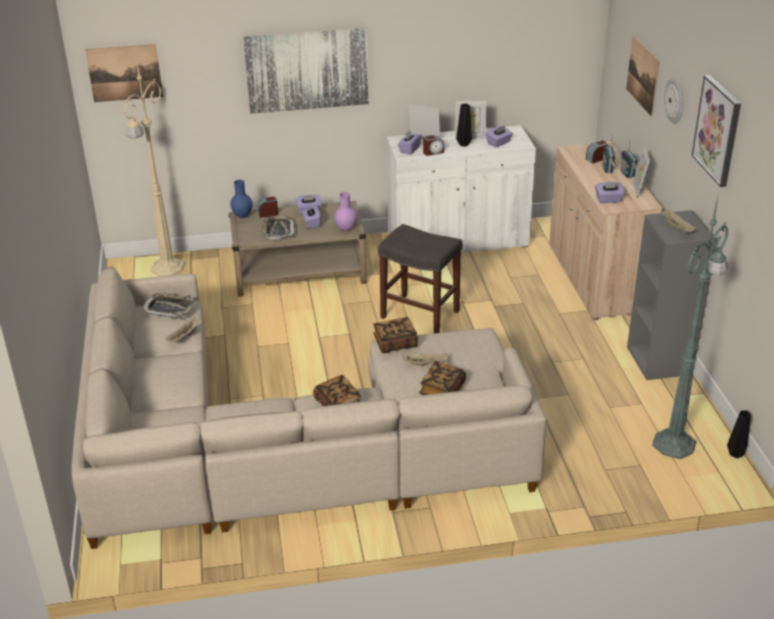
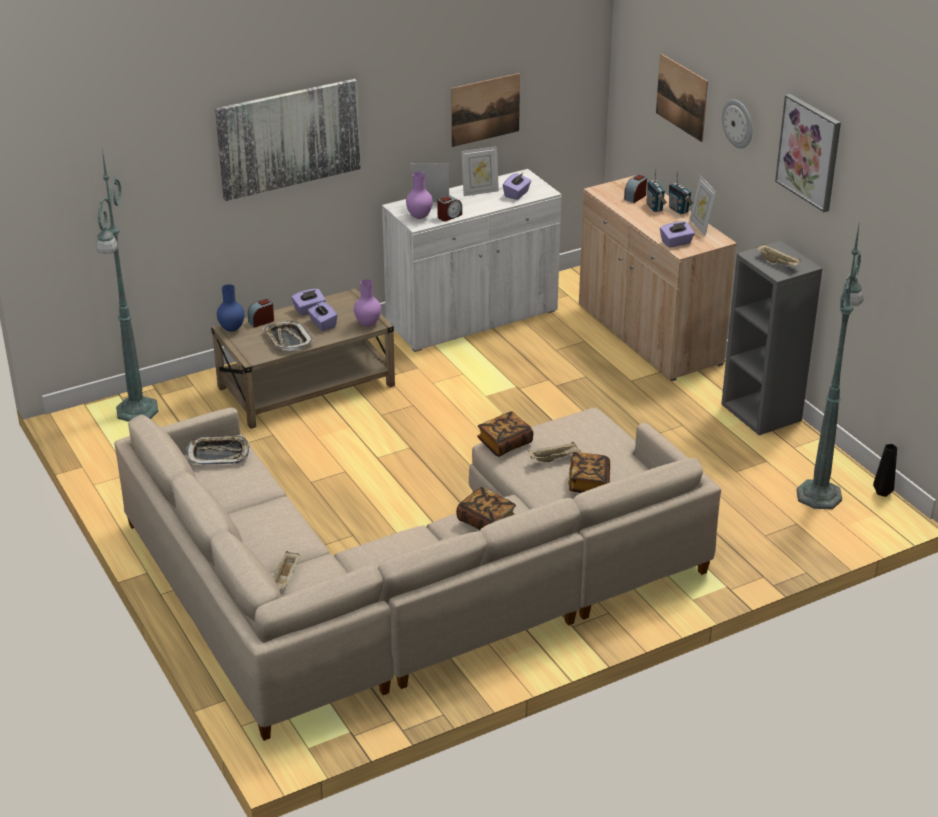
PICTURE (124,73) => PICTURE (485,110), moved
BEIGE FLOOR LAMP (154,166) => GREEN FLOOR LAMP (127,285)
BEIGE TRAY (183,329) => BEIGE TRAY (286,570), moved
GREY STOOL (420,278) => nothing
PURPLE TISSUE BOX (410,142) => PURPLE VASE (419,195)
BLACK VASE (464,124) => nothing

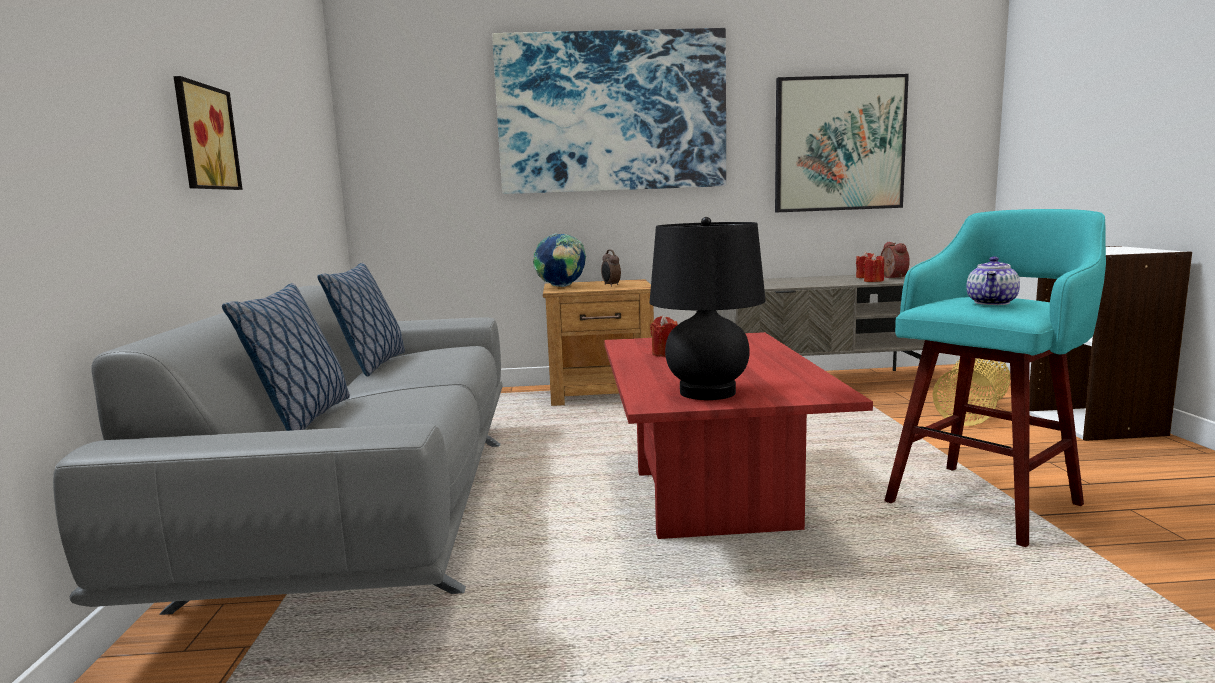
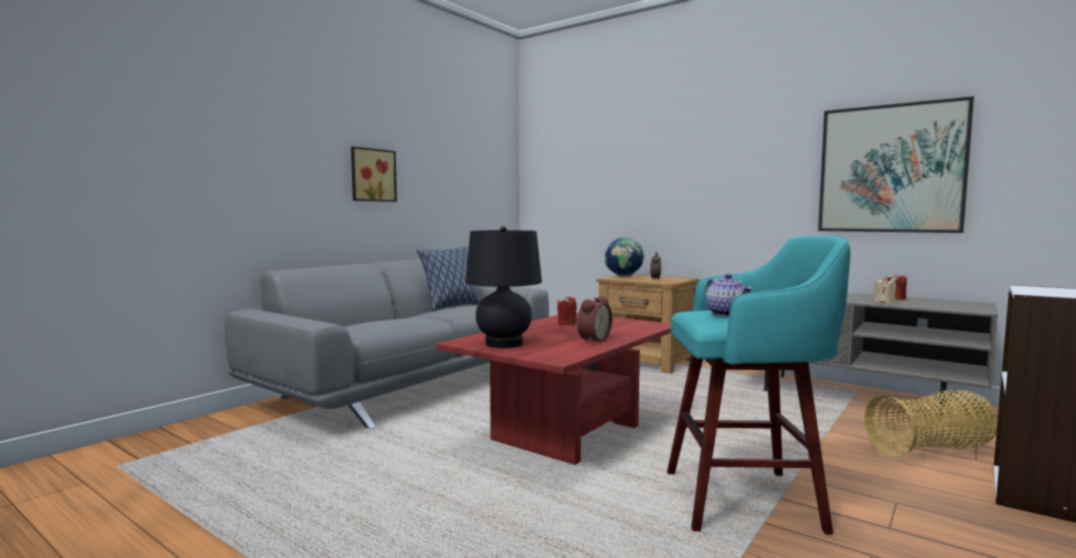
PILLOW (286,357) => nothing
PICTURE (609,111) => nothing
RED CANDLE (873,268) => BEIGE CANDLE (885,290)
ALARM CLOCK (895,260) => ALARM CLOCK (594,319), moved
TEAPOT (993,281) => TEAPOT (729,295), 90 degrees counterclockwise

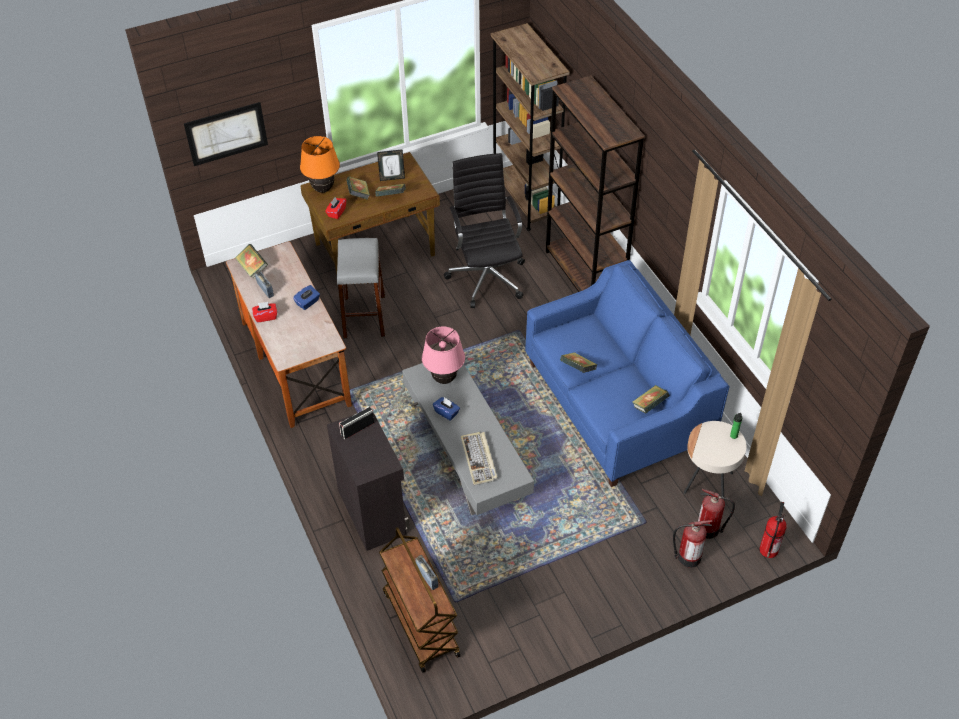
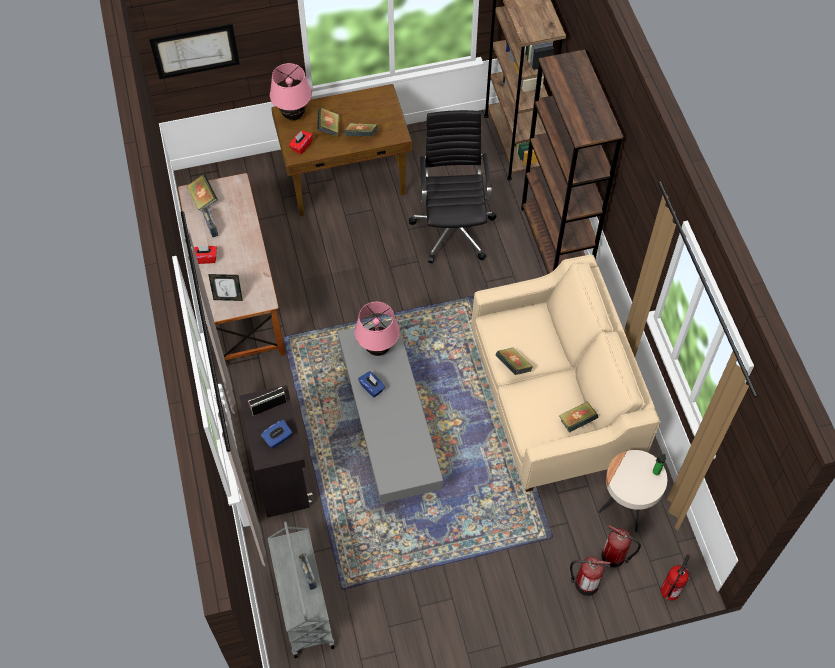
BLUE TISSUE BOX (306,297) => BLUE TISSUE BOX (276,434), moved
ORANGE TABLE LAMP (320,164) => PINK TABLE LAMP (291,92)
GREY STOOL (361,288) => nothing
PICTURE FRAME (391,165) => PICTURE FRAME (225,287), moved
BROWN CART (419,600) => GREY CART (301,589)
KEYBOARD (479,458) => nothing
BLUE SOFA (627,373) => BEIGE SOFA (566,373)

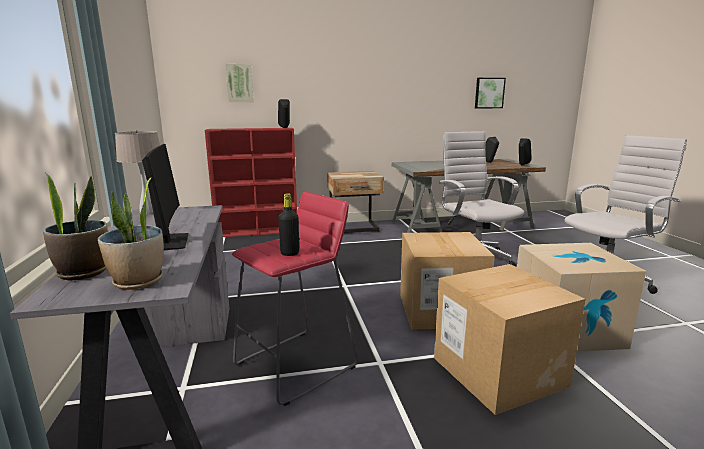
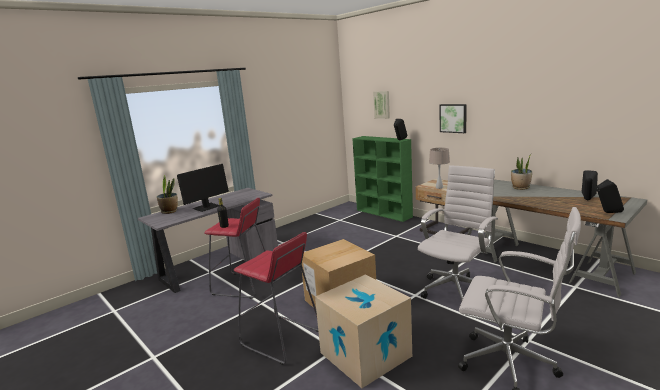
POTTED PLANT (130,233) => POTTED PLANT (521,171), moved
BEIGE TABLE LAMP (137,172) => BEIGE TABLE LAMP (439,168), moved
RED BOOKCASE (251,182) => GREEN BOOKCASE (382,179)
CARDBOARD BOX (510,339) => RED STOOL (276,298)
PICTURE (490,93) => PICTURE (453,118), moved

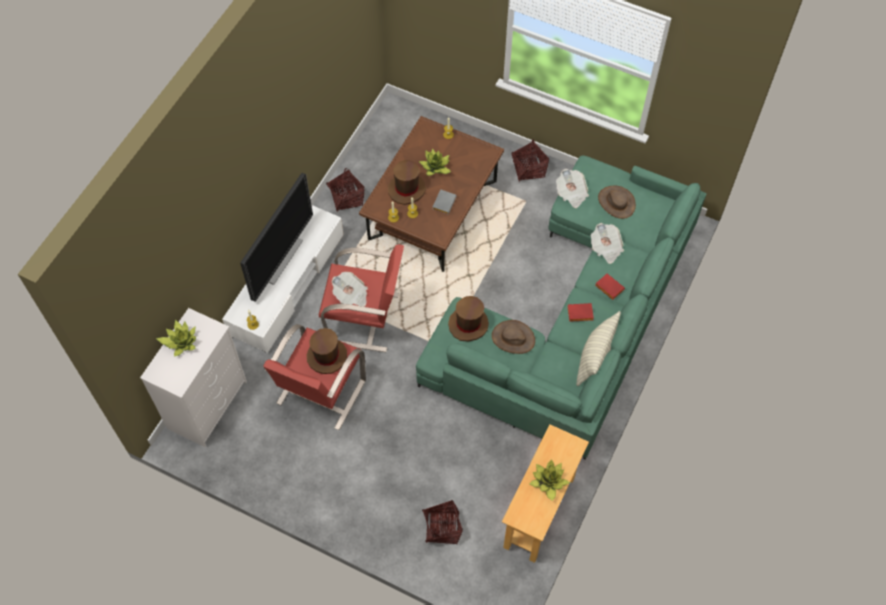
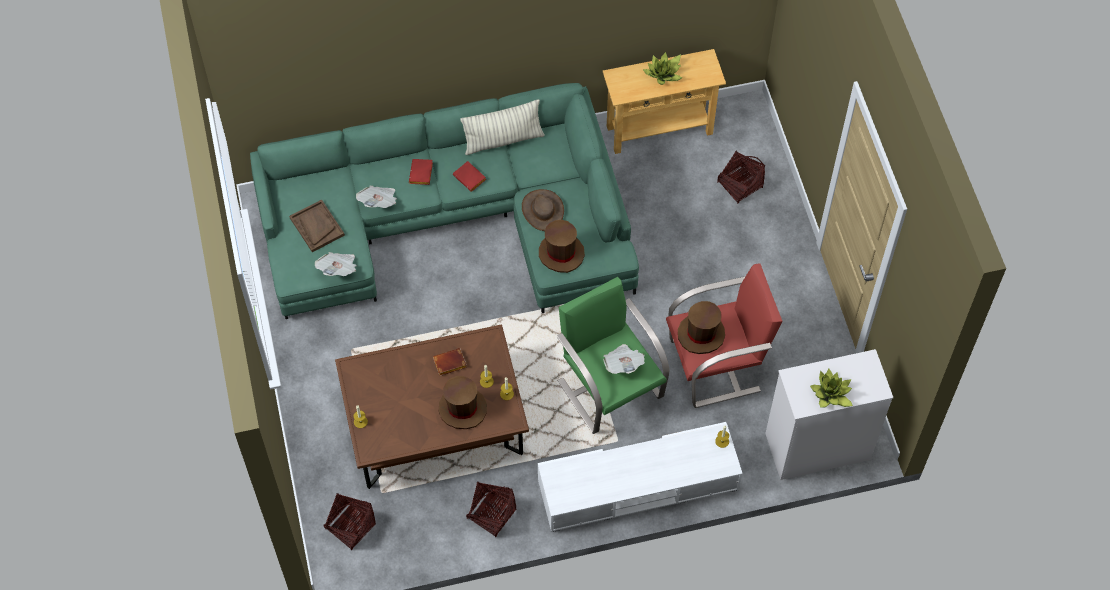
TELEVISION (276,237) => nothing
RED ARMCHAIR (361,298) => GREEN ARMCHAIR (613,355)
POTTED PLANT (435,162) => nothing
GREY BOOK (444,201) => BROWN BOOK (450,362)
BASKET (530,160) => BASKET (349,521), moved
BROWN HAT (617,202) => BROWN TRAY (317,226)

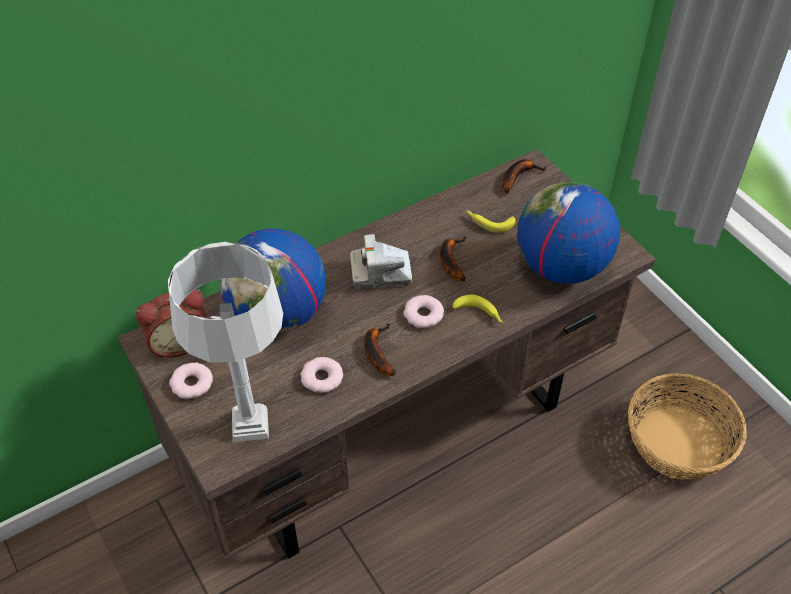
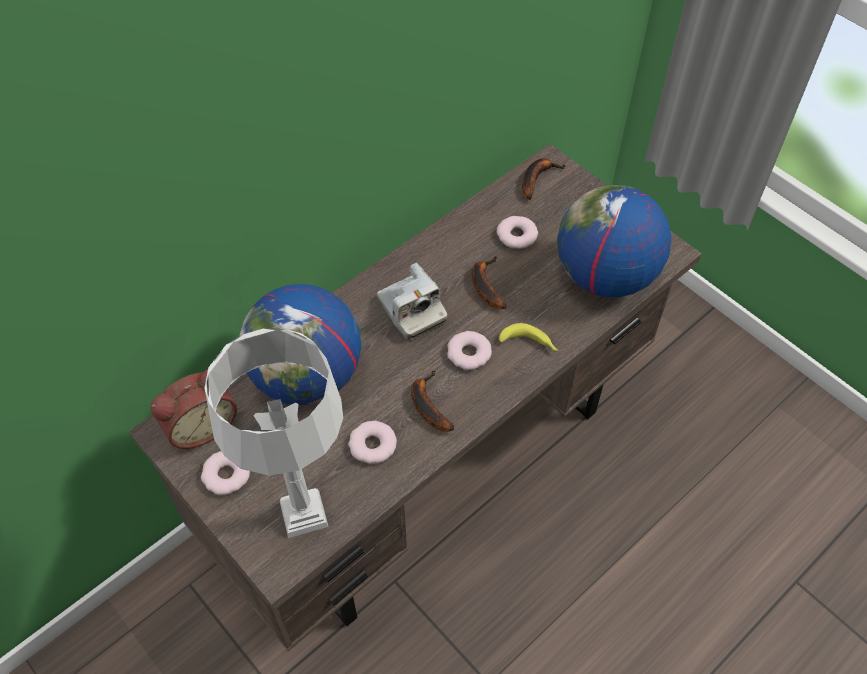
PHOTO CAMERA (381,261) => PHOTO CAMERA (412,302), 105 degrees counterclockwise
BANANA (491,221) => DONUT (517,232)
BASKET (687,426) => nothing

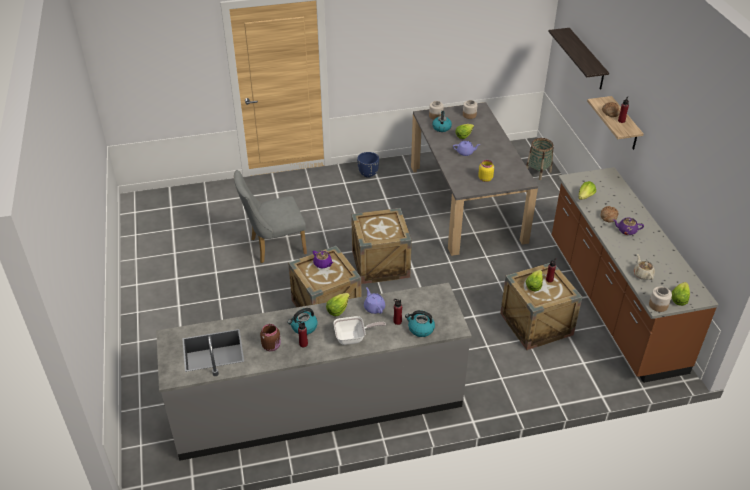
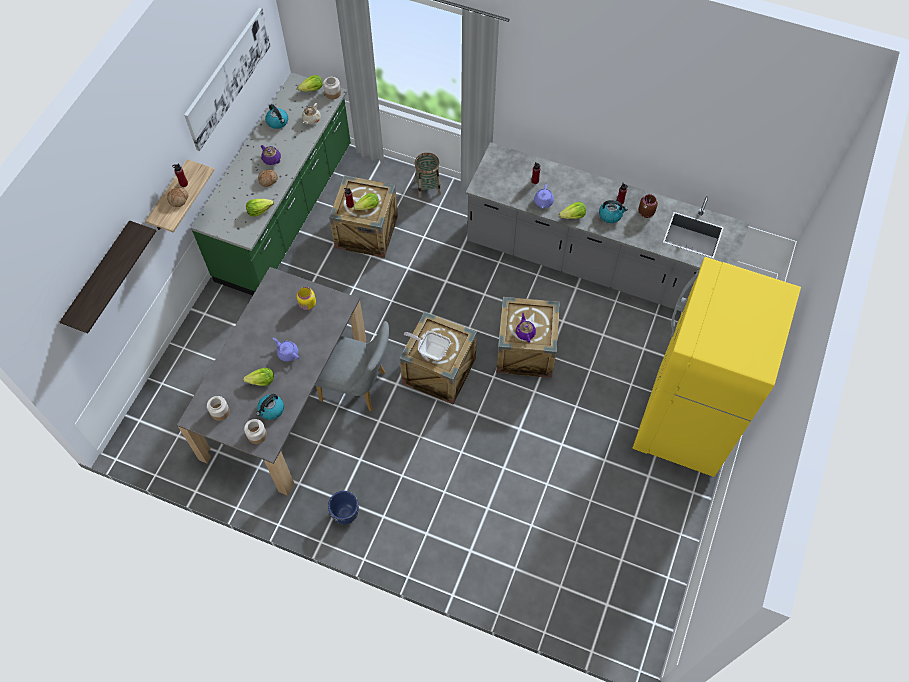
GREY CHAIR (270,216) => GREY CHAIR (352,366), moved
FRYING PAN (359,330) => FRYING PAN (427,346), moved
KETTLE (420,323) => KETTLE (276,116), moved
BASKET (540,159) => BASKET (428,175), moved
BROWN COUNTER (635,275) => GREEN COUNTER (270,184)
nothing => PICTURE (227,79)
nothing => YELLOW FRIDGE (717,367)

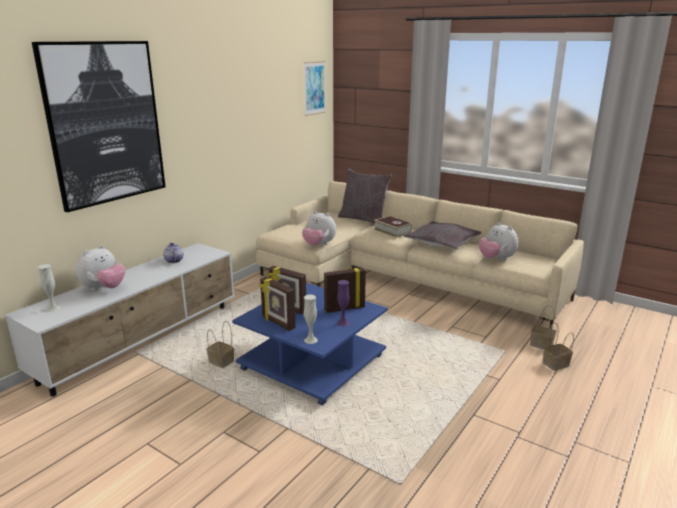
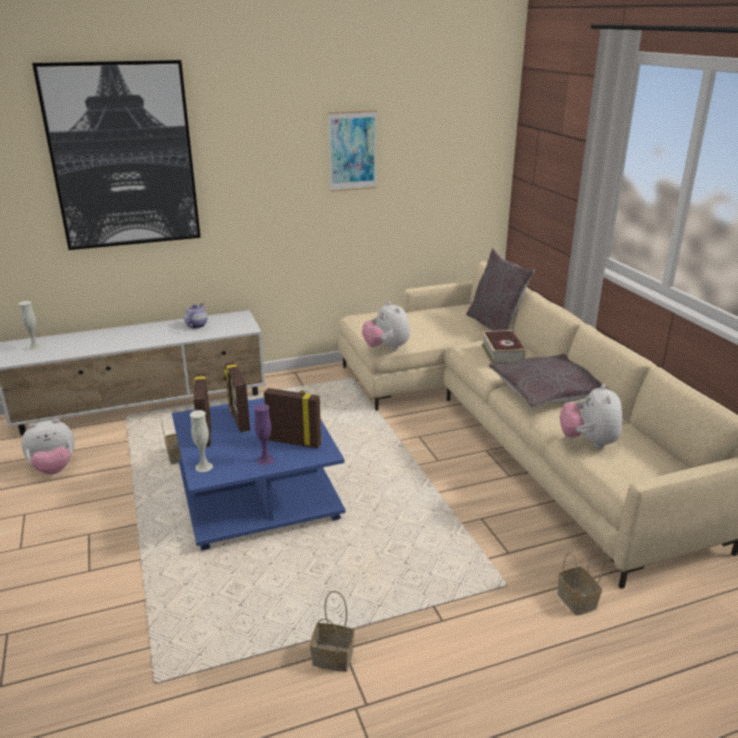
PLUSH TOY (100,268) => PLUSH TOY (48,446), moved
PICTURE (315,88) => PICTURE (352,151), moved
BASKET (558,347) => BASKET (332,631), moved

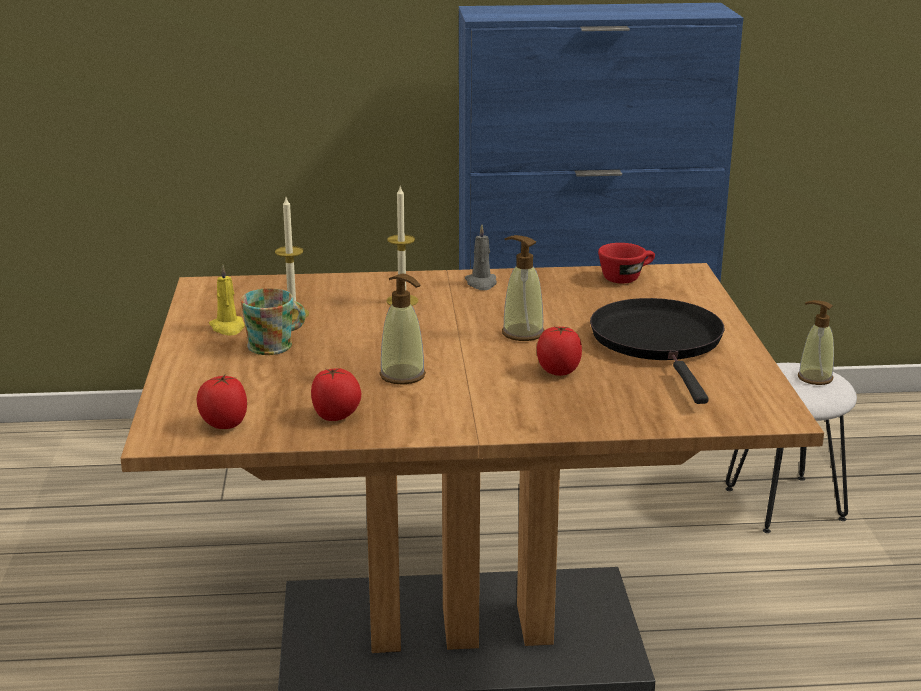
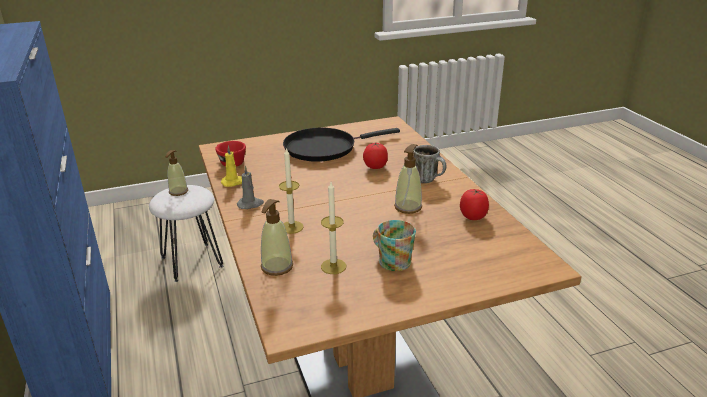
TOMATO (221,402) => nothing
YELLOW CANDLE (227,300) => YELLOW CANDLE (231,166), moved
SOAP DISPENSER (523,288) => SOAP DISPENSER (277,237), moved
nothing => MUG (429,164)

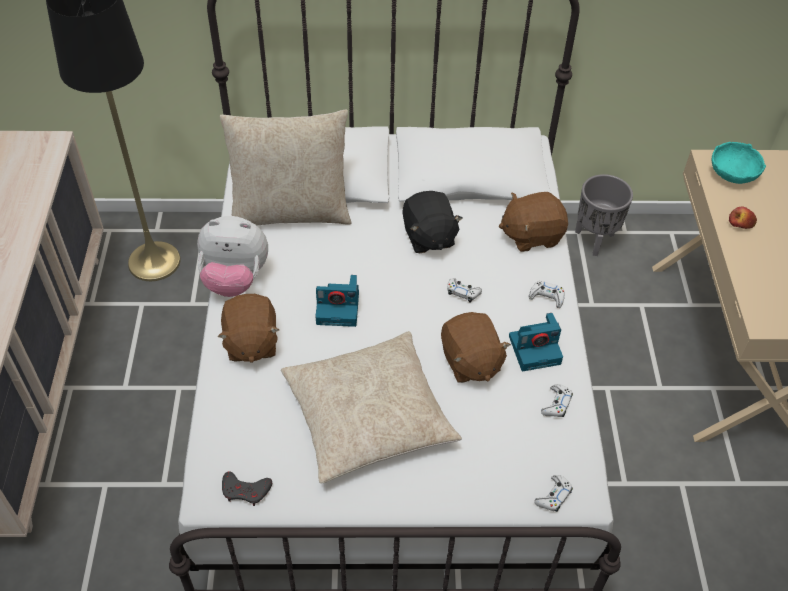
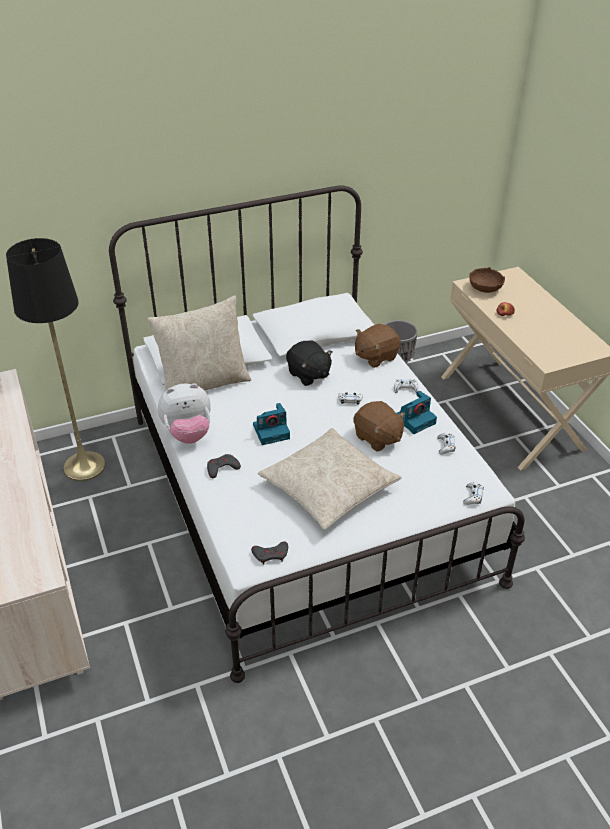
BROWN PLUSH TOY (248,328) => GREY GAME CONTROLLER (224,466)
TURQUOISE BOWL (739,163) => BROWN BOWL (487,280)

